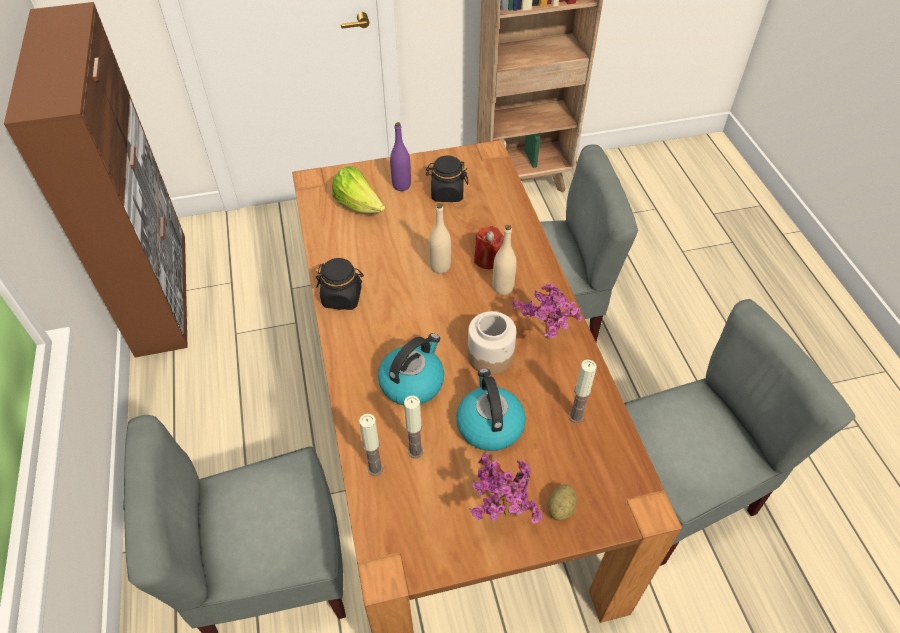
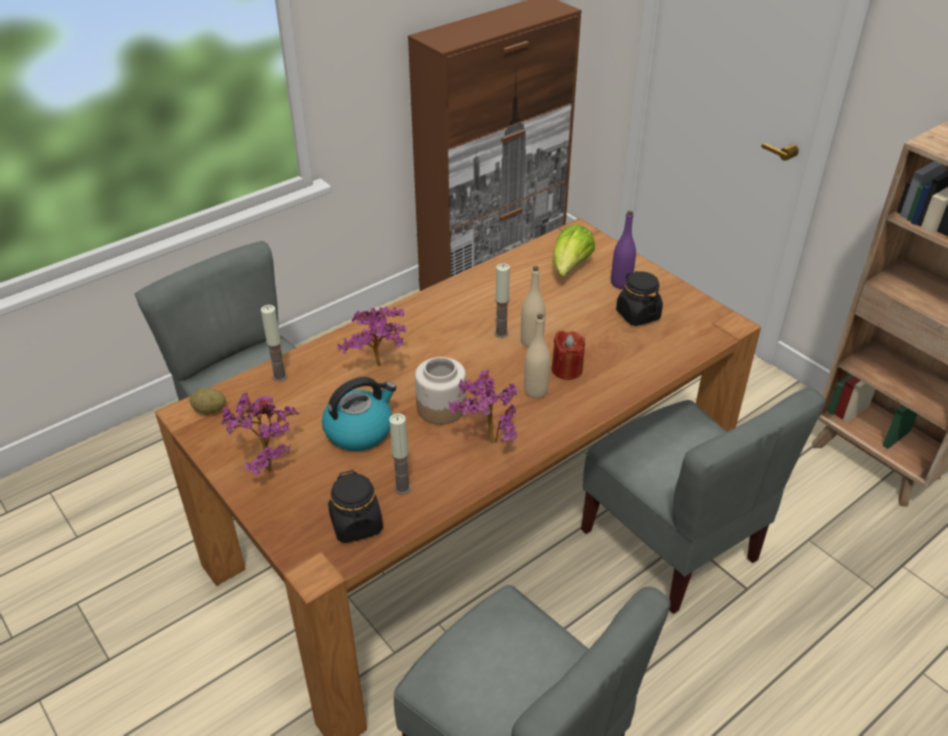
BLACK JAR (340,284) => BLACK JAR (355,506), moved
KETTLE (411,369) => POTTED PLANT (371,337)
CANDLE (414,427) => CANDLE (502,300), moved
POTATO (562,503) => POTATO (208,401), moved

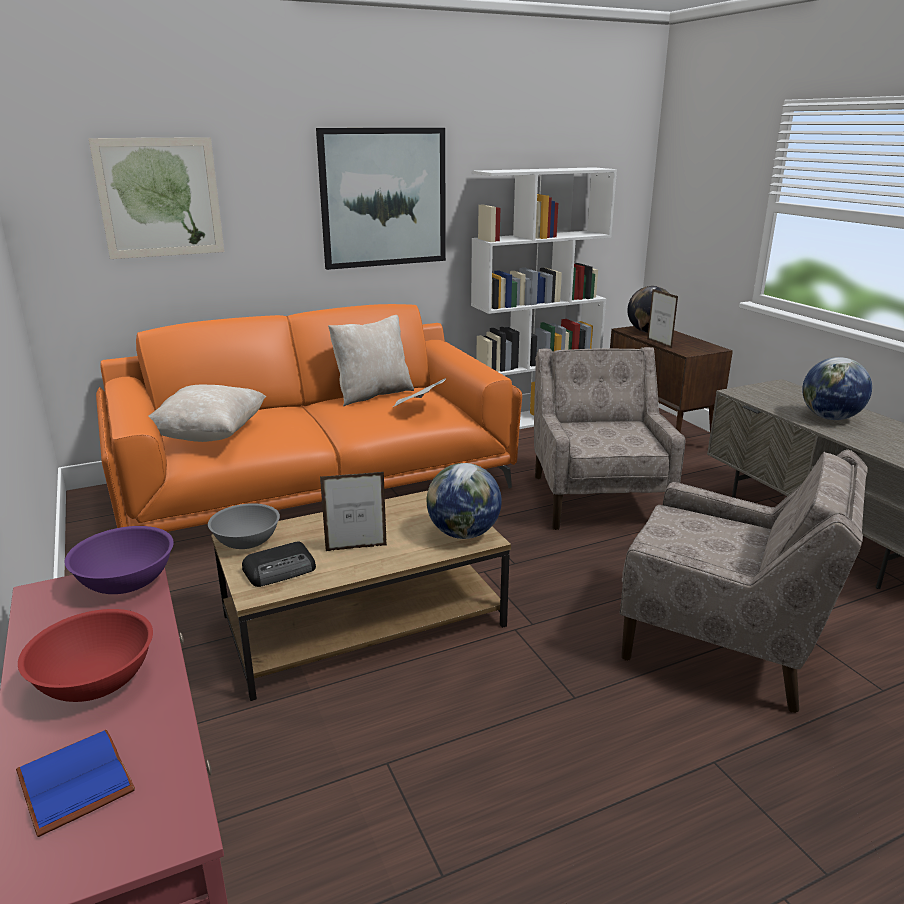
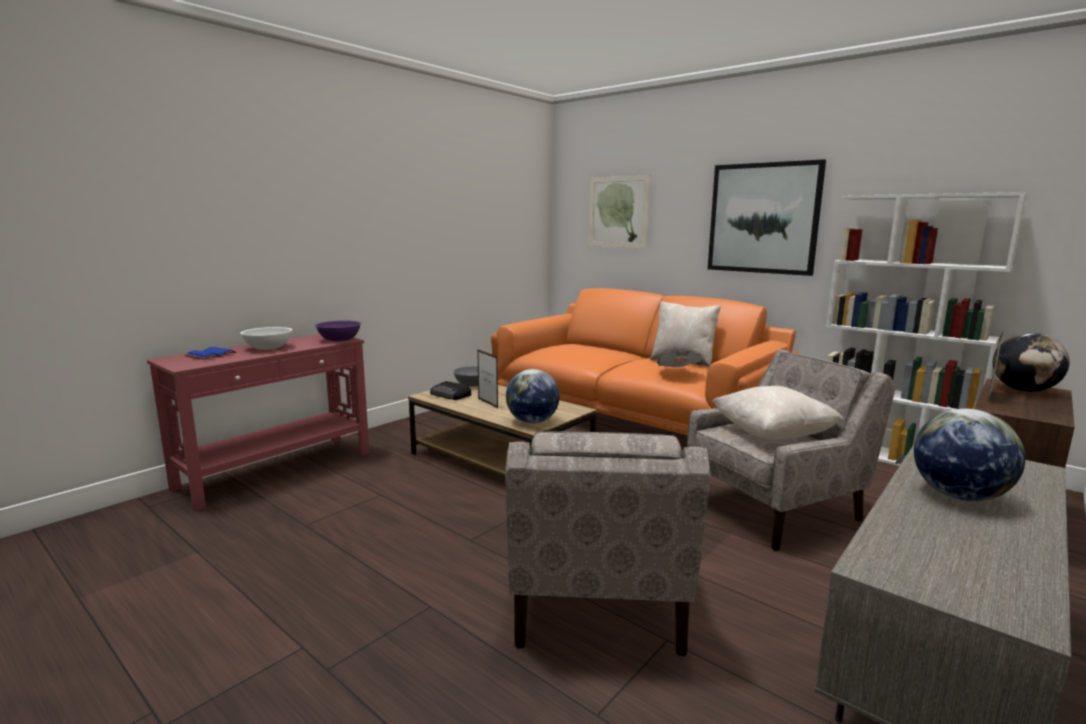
RED BOWL (85,655) => WHITE BOWL (266,338)
BEIGE PILLOW (207,413) => BEIGE PILLOW (778,412), moved

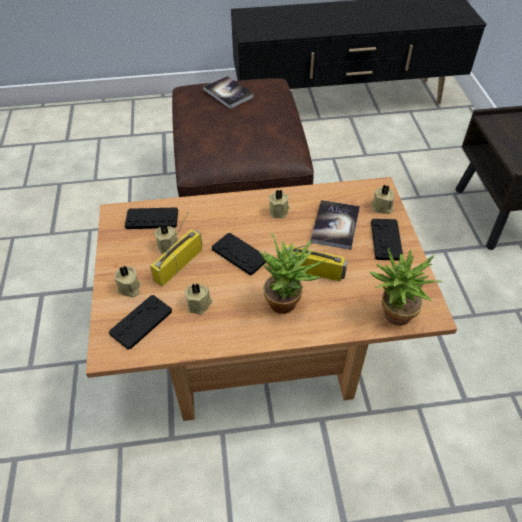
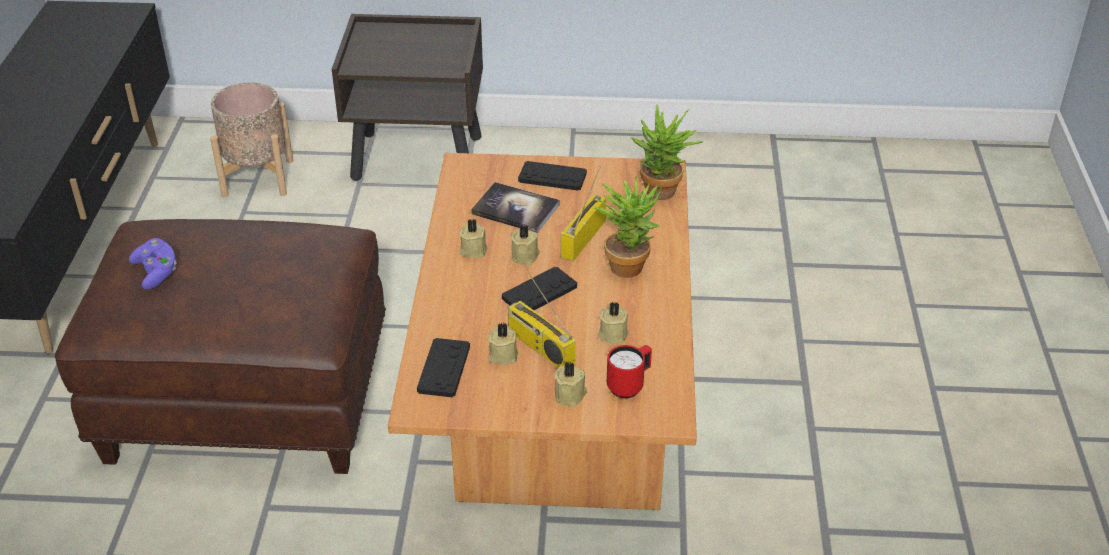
BLACK GAME CONTROLLER (140,322) => RED MUG (629,371)
BOOK (228,92) => PURPLE GAME CONTROLLER (153,263)
BEIGE CANDLE (383,199) => BEIGE CANDLE (525,245), moved
nothing => BEIGE PLANTER (251,140)

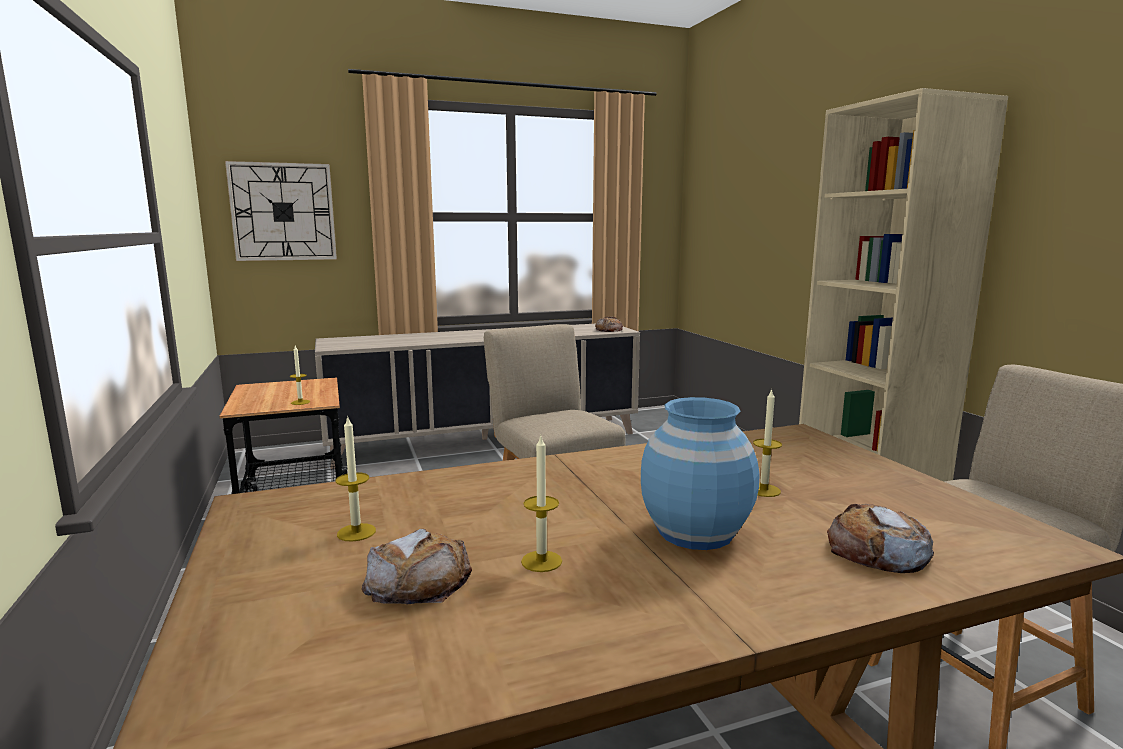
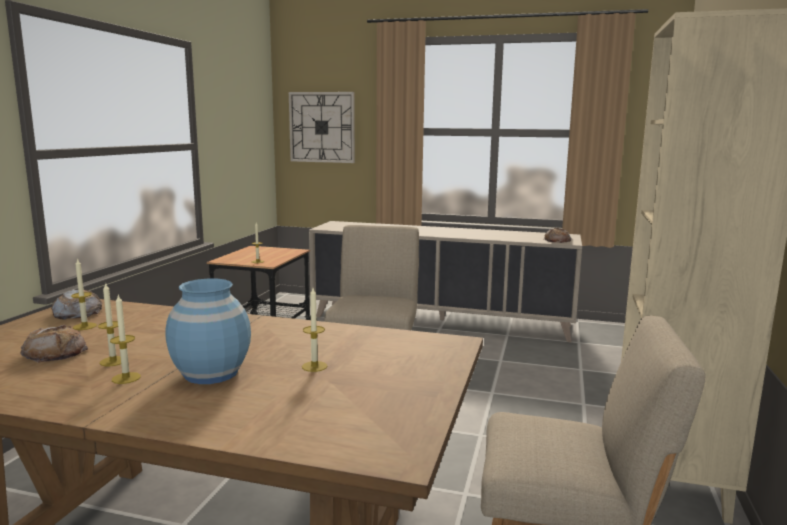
BREAD (880,538) => BREAD (76,304), moved
nothing => CANDLE (125,339)

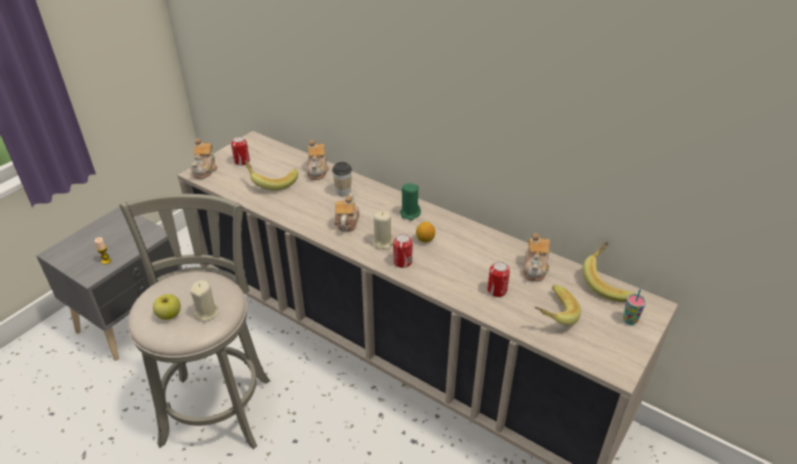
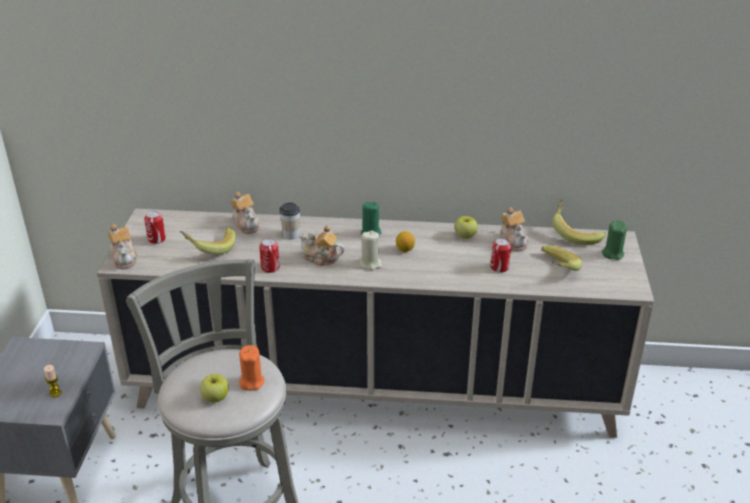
BEIGE CANDLE (204,301) => ORANGE CANDLE (251,368)
TEAPOT (346,212) => TEAPOT (321,245), 45 degrees counterclockwise
CAN (403,251) => CAN (269,256), moved
CUP (634,307) => GREEN CANDLE (614,240)
nothing => APPLE (466,227)

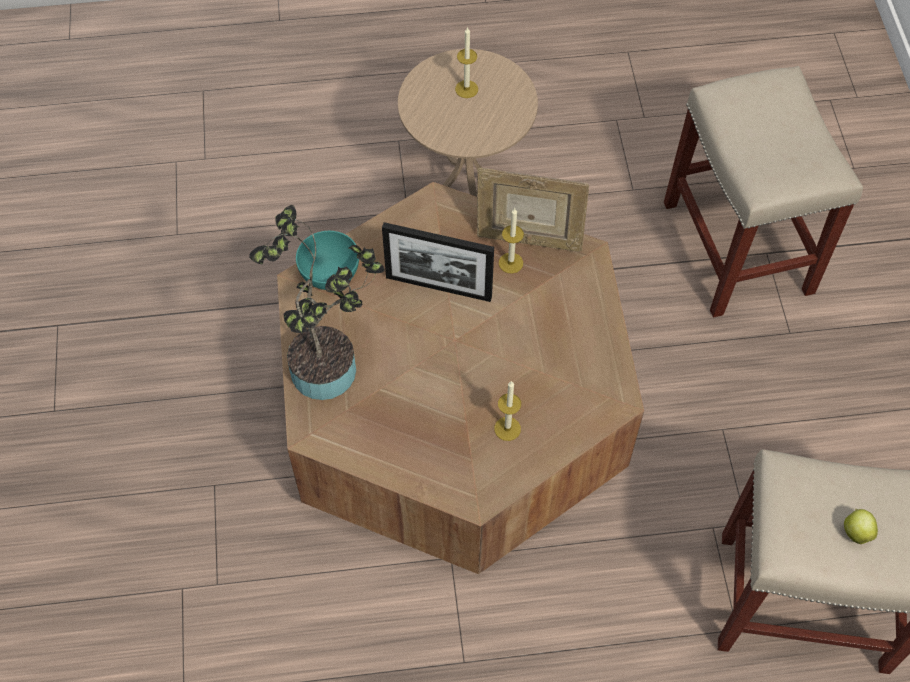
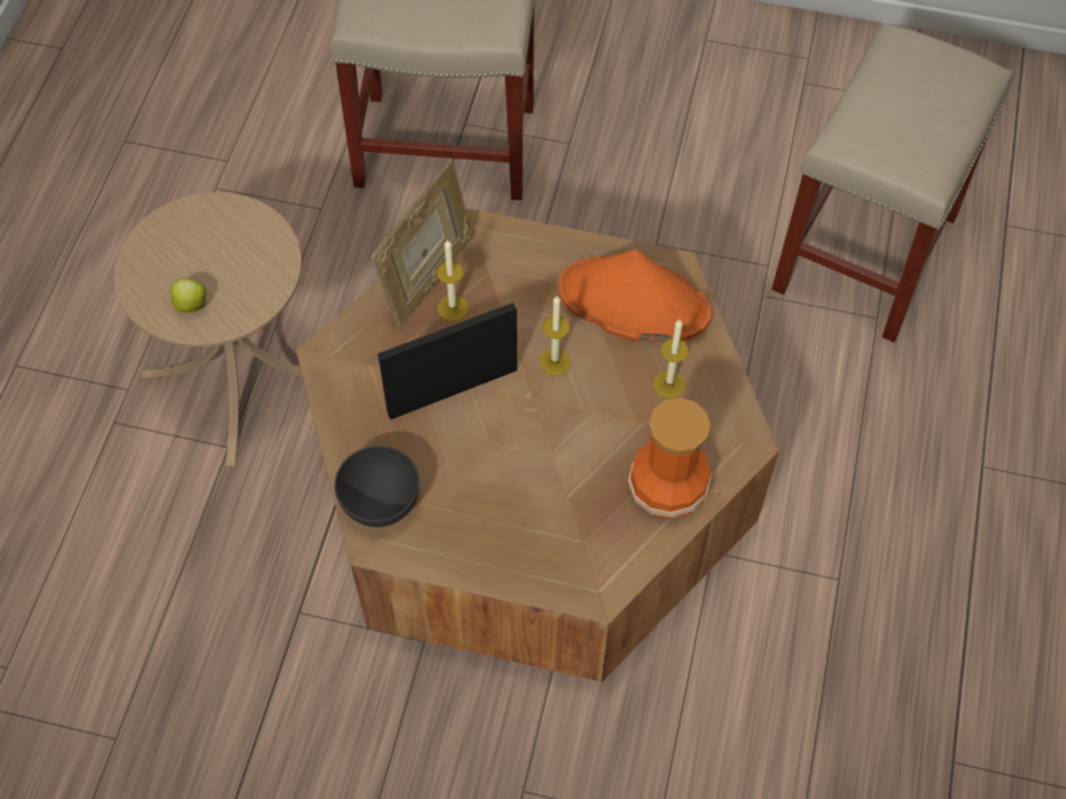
POTTED PLANT (317,302) => nothing
TURQUOISE BOWL (327,260) => GREY BOWL (377,486)
PICTURE FRAME (438,262) => PICTURE FRAME (447,361), 150 degrees counterclockwise
CANDLE (466,62) => CANDLE (555,336), moved
APPLE (861,526) => APPLE (187,295), moved
nothing => ORANGE HAT (635,296)
nothing => VASE (670,458)

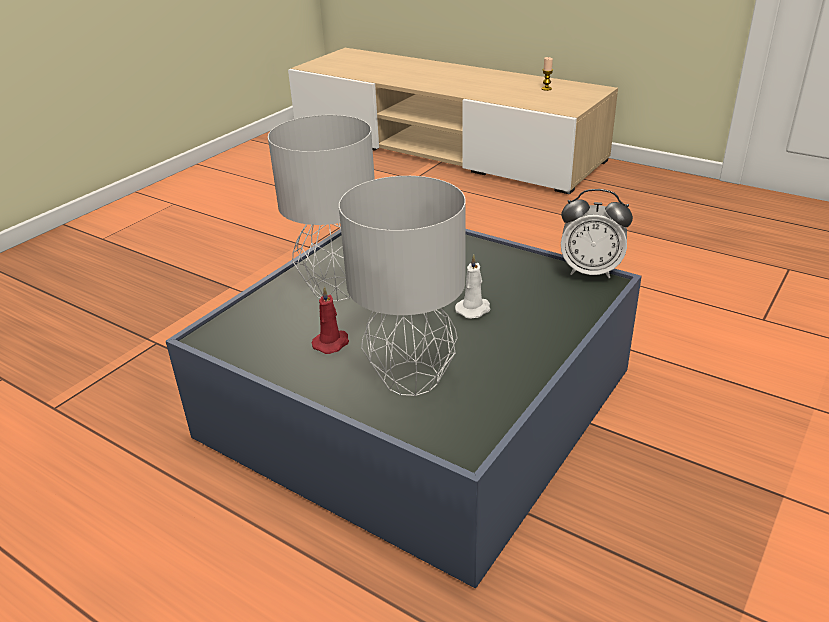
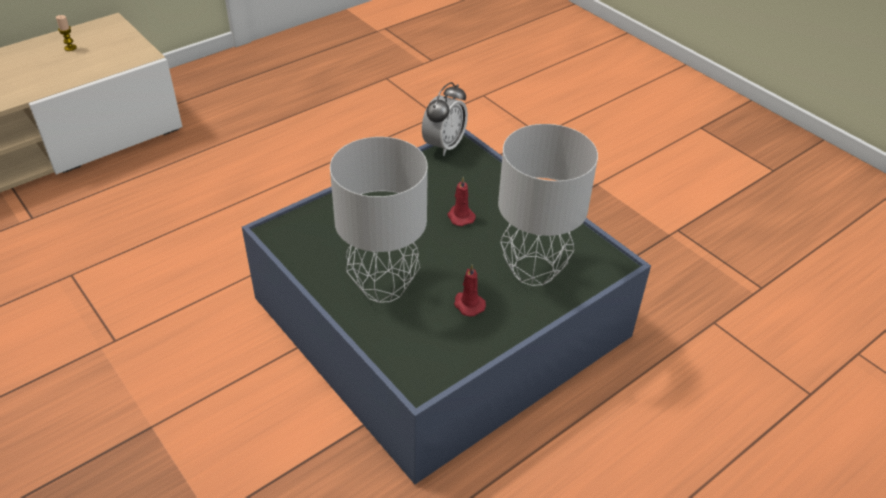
WHITE CANDLE (473,287) => RED CANDLE (461,201)

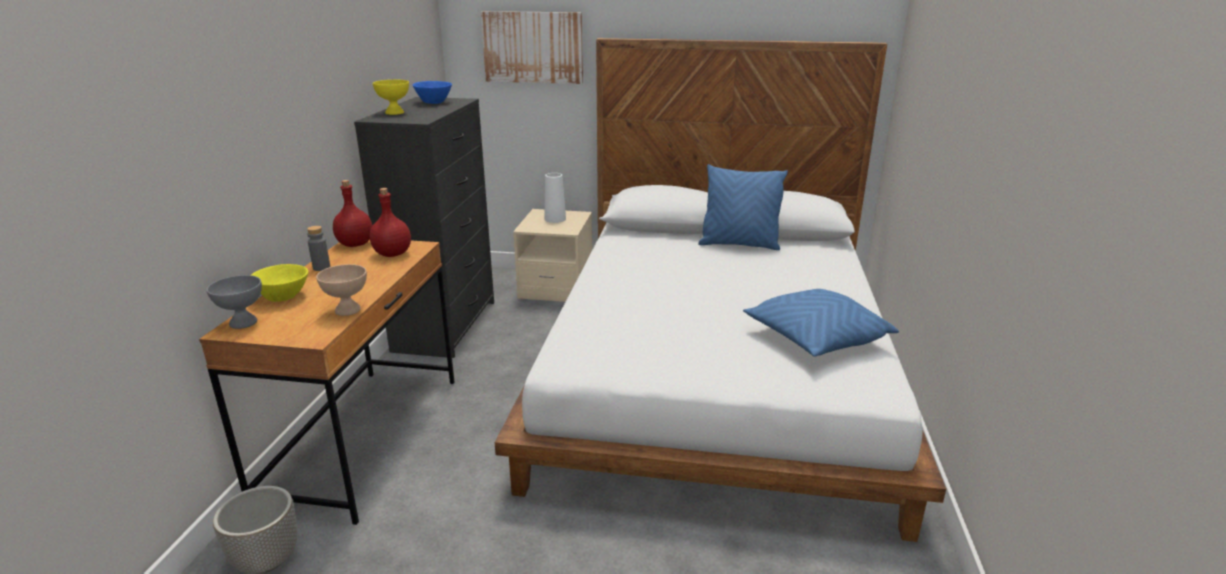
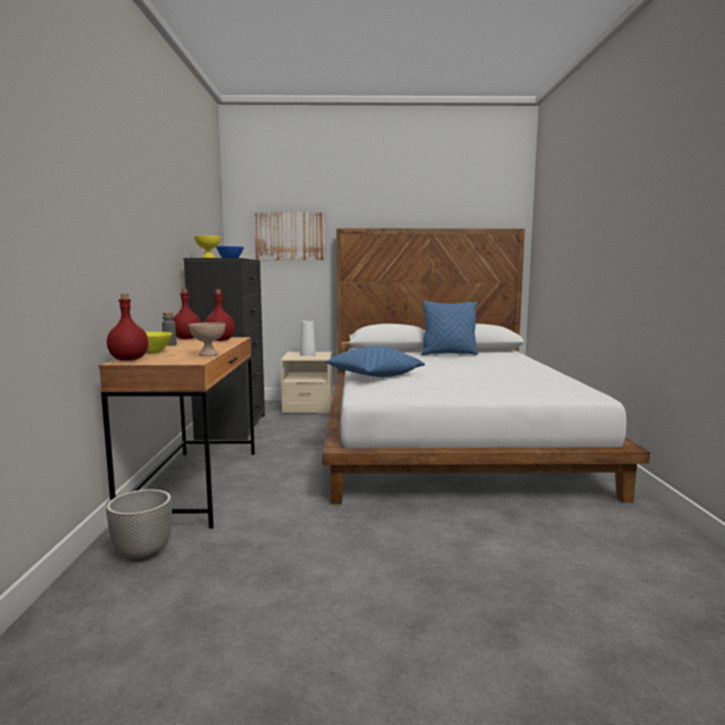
GREY BOWL (234,302) => RED BOTTLE (127,327)
BLUE PILLOW (821,323) => BLUE PILLOW (375,361), moved

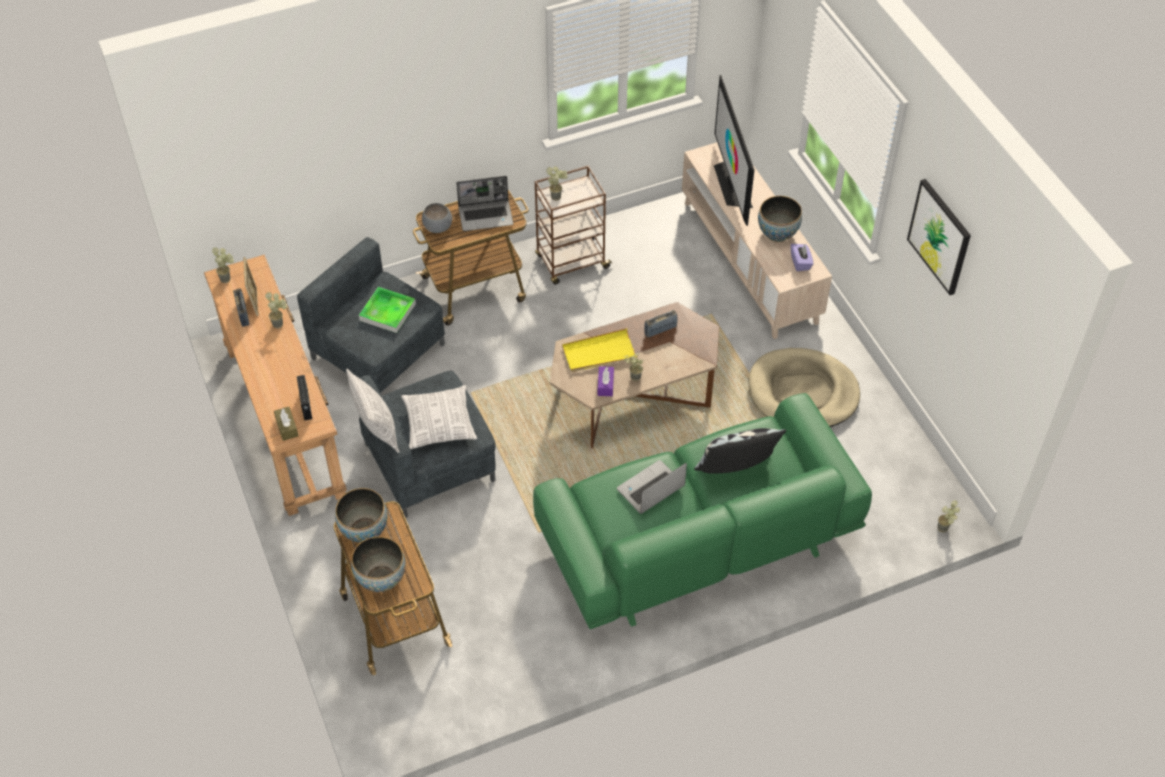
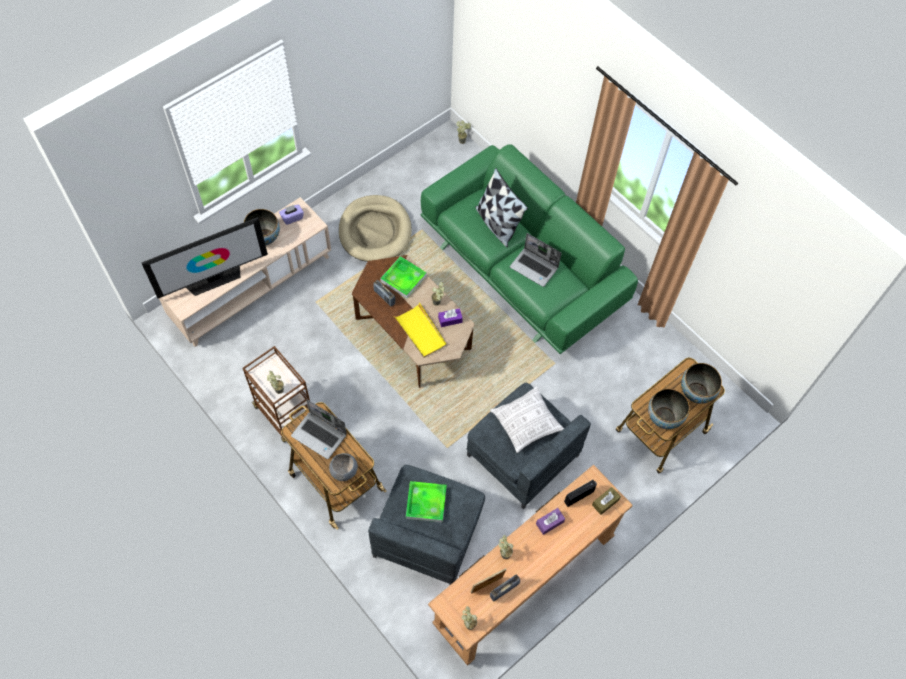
PILLOW (373,411) => nothing
LAPTOP (484,203) => LAPTOP (319,429), 150 degrees clockwise
PICTURE (939,237) => nothing
nothing => TRAY (403,277)
nothing => PURPLE TISSUE BOX (550,521)

